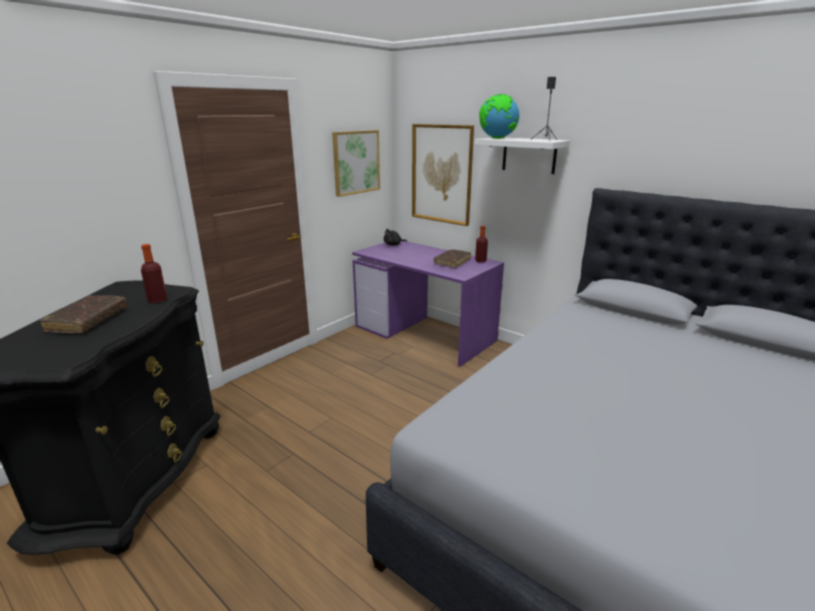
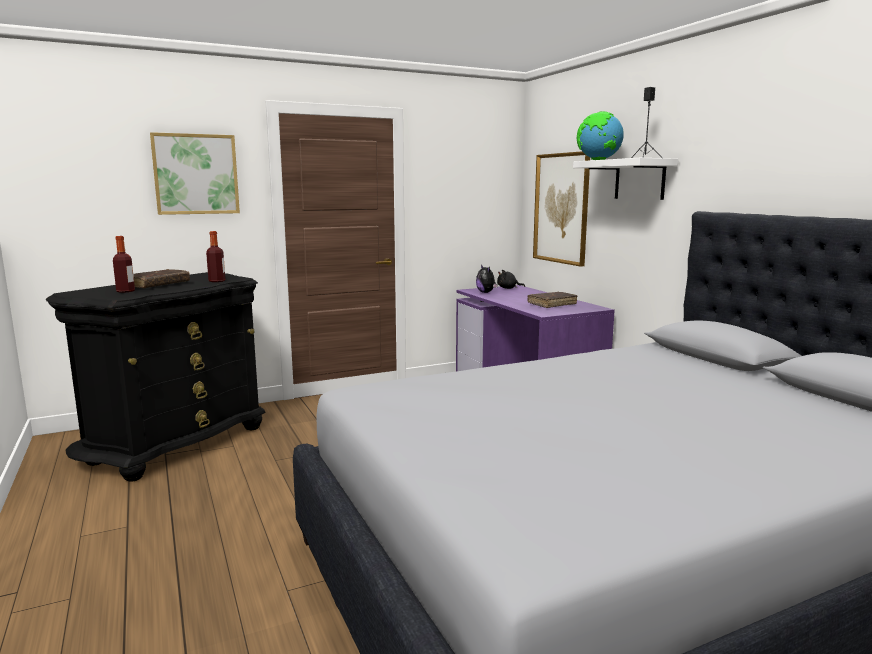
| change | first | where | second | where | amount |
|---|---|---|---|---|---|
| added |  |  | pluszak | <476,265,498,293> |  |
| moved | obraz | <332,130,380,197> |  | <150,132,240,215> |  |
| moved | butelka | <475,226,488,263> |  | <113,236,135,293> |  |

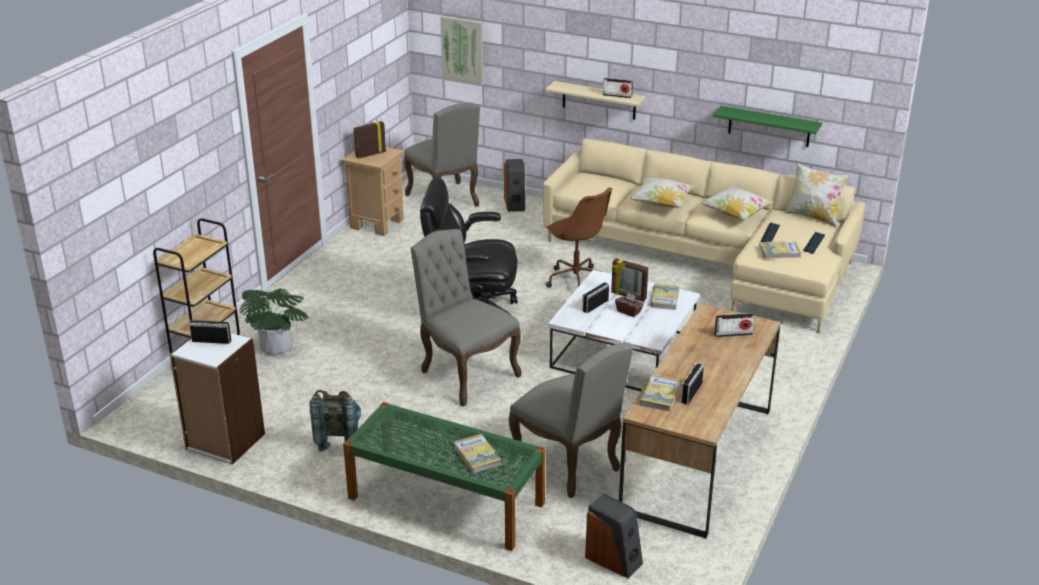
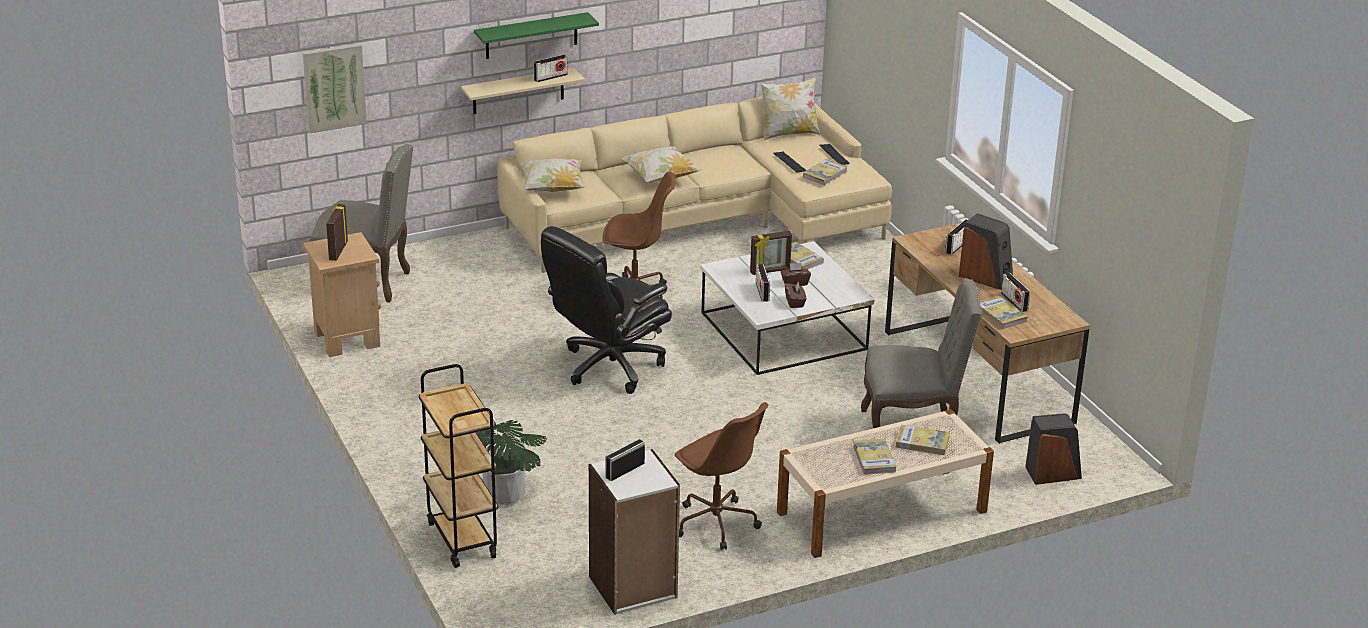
| change | first | where | second | where | amount |
|---|---|---|---|---|---|
| removed | krzesło [szary] | <411,229,522,407> |  |  |  |
| added |  |  | pudełko chusteczek [brązowy] | <785,282,807,308> |  |
| added |  |  | książka | <853,439,896,475> |  |
| moved | głośnik | <504,159,525,212> |  | <959,213,1013,290> |  |
| moved | poduszka | <701,187,774,220> |  | <520,158,586,192> |  |
| moved | półka [zielony] | <713,106,822,147> |  | <474,12,599,59> |  |
| replaced | plecak [szary] | <309,390,361,451> | krzesło biurowe [brązowy] | <675,402,769,550> |  |
| recoloured | ławka [zielony] | <343,402,546,551> | ławka [beżowy] | <777,409,994,558> |  |

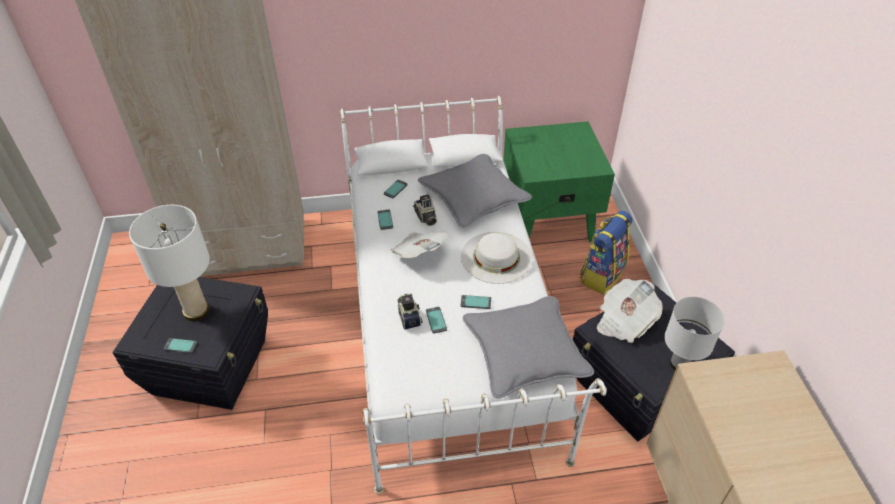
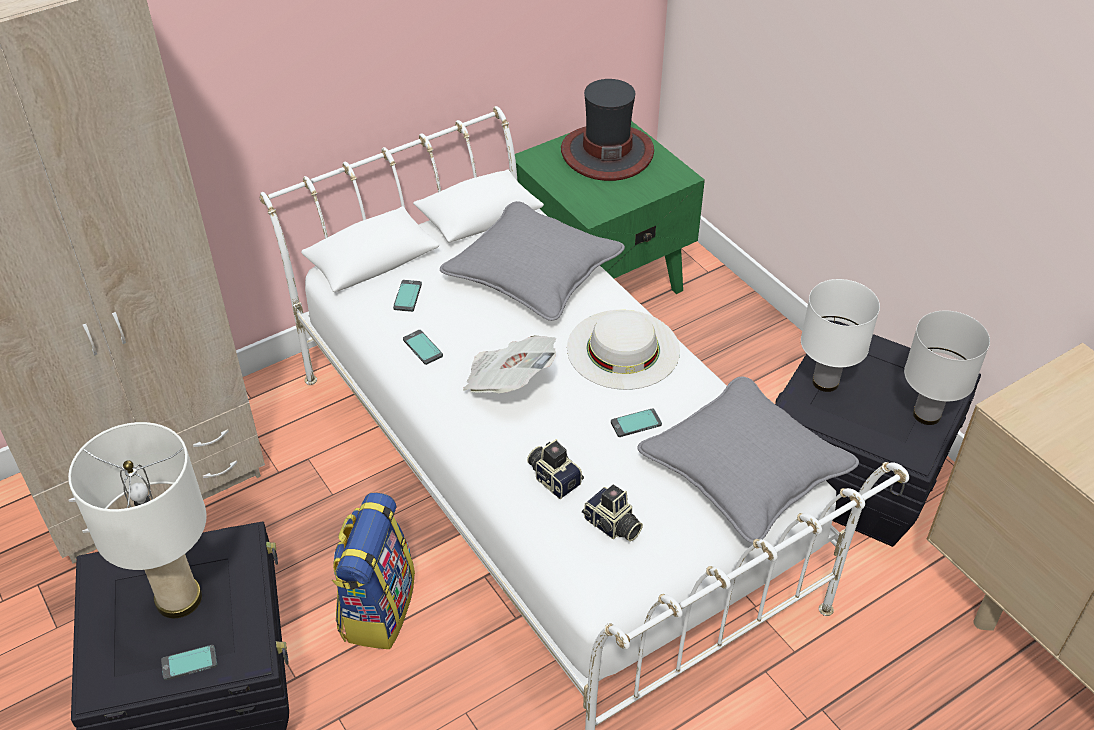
| change | first | where | second | where | amount |
|---|---|---|---|---|---|
| removed | telefon | <426,307,447,334> |  |  |  |
| added |  |  | kapelusz | <561,79,654,181> |  |
| moved | aparat fotograficzny | <413,194,437,226> |  | <582,485,643,542> |  |
| moved | plecak | <580,211,632,295> |  | <332,493,415,649> |  |
| replaced | gazeta | <597,278,663,343> | lampa stołowa [biały] | <801,279,880,392> |  |

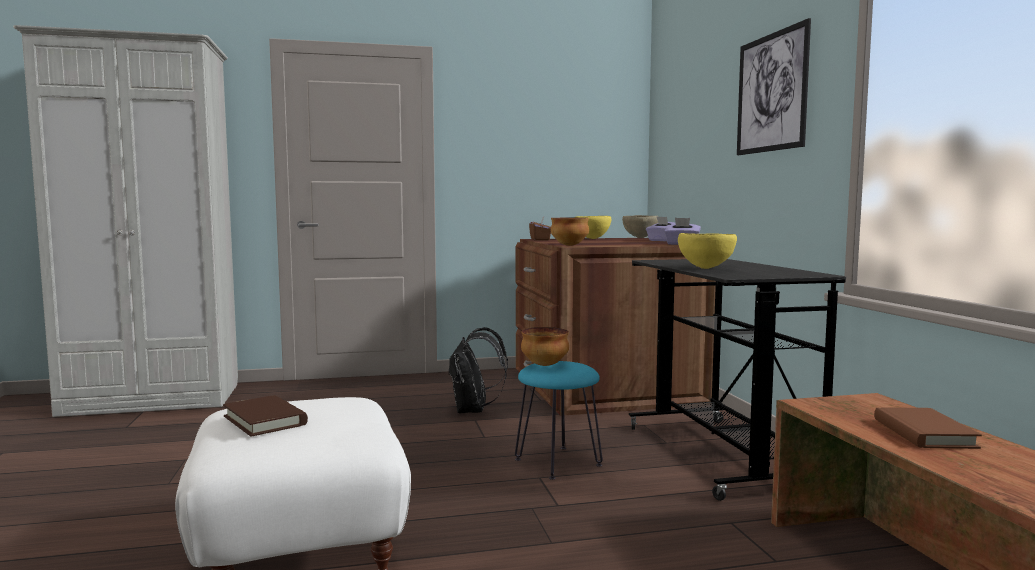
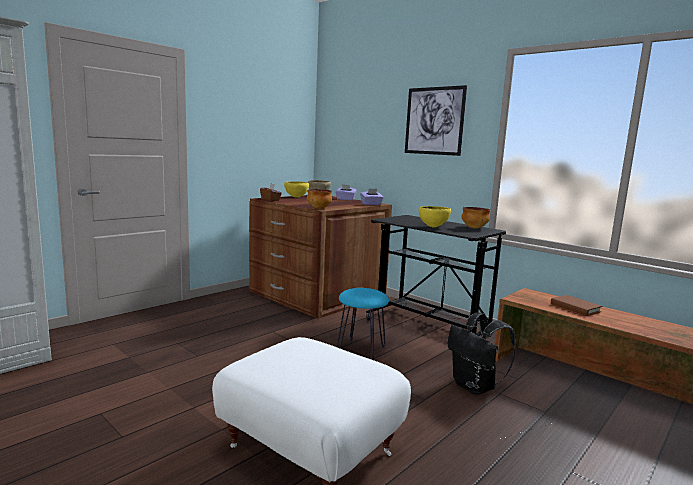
| change | first | where | second | where | amount |
|---|---|---|---|---|---|
| removed | książka [brązowy] | <223,395,308,437> |  |  |  |
| moved | plecak [czarny] | <448,327,508,413> |  | <448,312,516,395> |  |
| moved | miska | <521,327,569,366> |  | <461,207,491,229> |  |

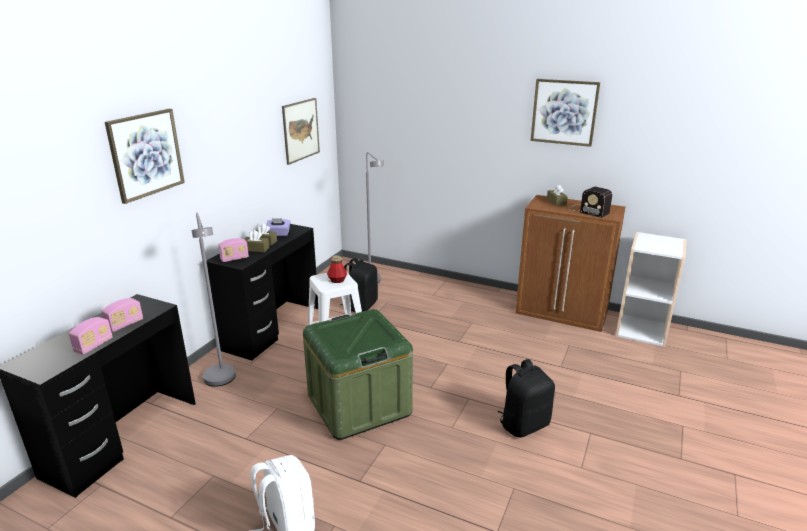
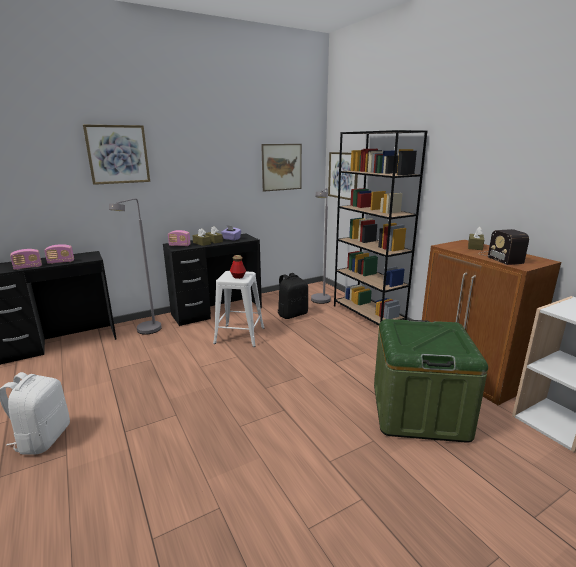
| change | first | where | second | where | amount |
|---|---|---|---|---|---|
| removed | plecak [czarny] | <498,359,555,437> |  |  |  |
| added |  |  | regał [beżowy] | <334,130,427,325> |  |
| moved | pojemnik do przechowywania [zielony] | <303,309,413,440> |  | <374,319,488,443> |  |
| moved | obraz | <531,79,600,147> |  | <328,152,358,200> |  |

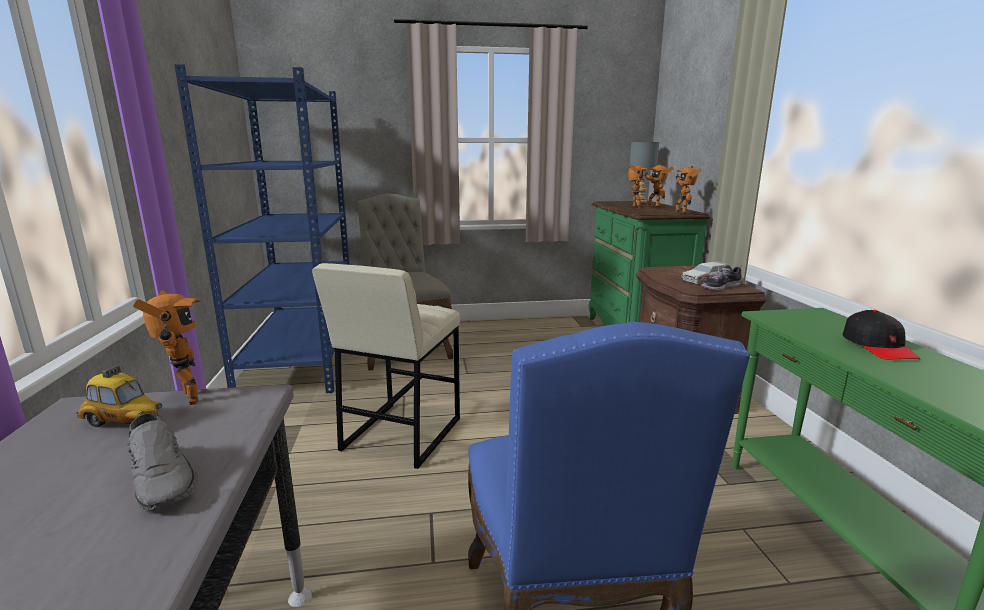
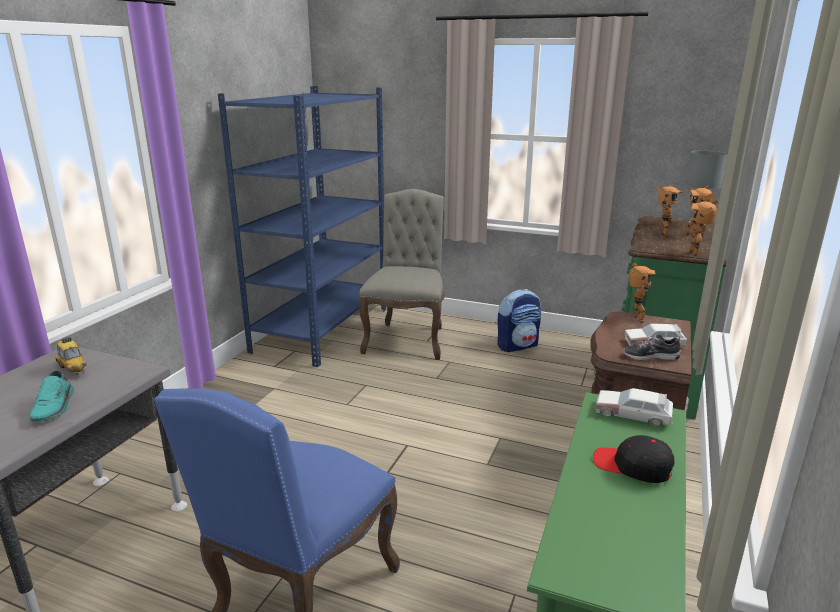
| change | first | where | second | where | amount |
|---|---|---|---|---|---|
| removed | krzesło [beżowy] | <312,263,460,469> |  |  |  |
| added |  |  | plecak | <497,289,541,352> |  |
| added |  |  | samochodzik | <595,388,673,427> |  |
| moved | robot zabawkowy | <133,290,201,405> |  | <629,262,656,323> |  |
| recoloured | but [szary] | <126,413,198,511> | but [turkusowy] | <29,370,74,422> |  |
| turned | czapka z daszkiem [czarny] | <842,310,920,360> |  | <593,435,674,483> | 90 degrees clockwise |

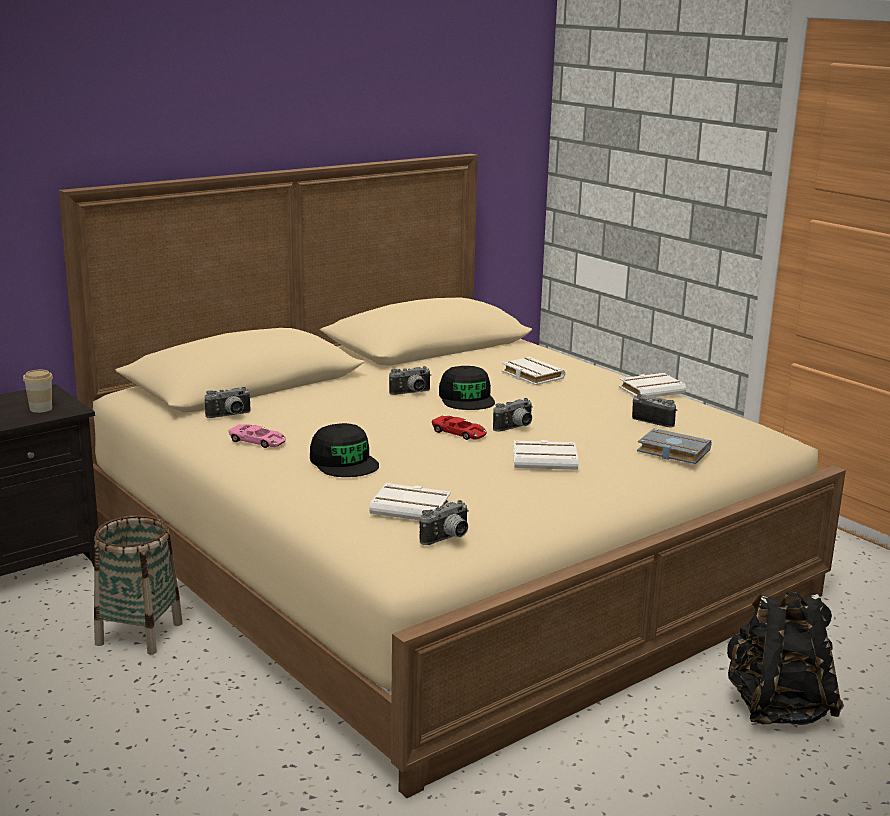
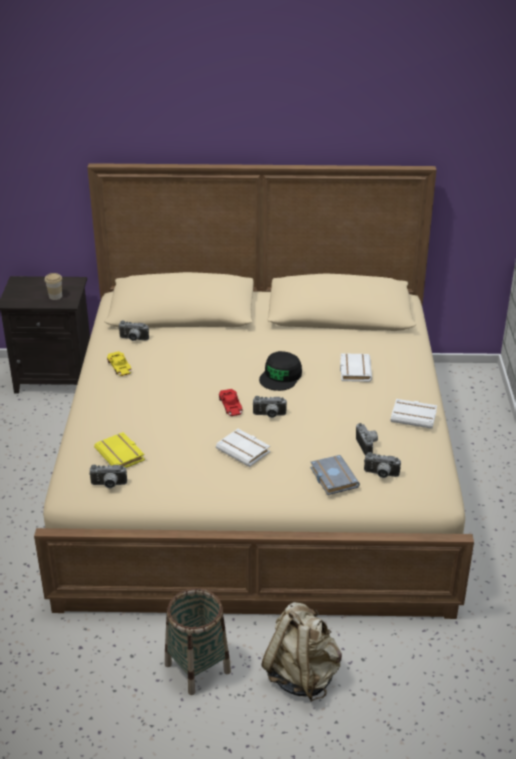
| change | first | where | second | where | amount |
|---|---|---|---|---|---|
| removed | czapka z daszkiem [czarny] | <310,423,379,477> |  |  |  |
| moved | koszyk | <94,515,183,655> |  | <165,588,231,695> |  |
| moved | aparat fotograficzny | <389,366,431,395> |  | <364,452,401,478> |  |
| recoloured | samochodzik [różowy] | <229,424,286,448> | samochodzik [żółty] | <107,351,131,376> |  |
| recoloured | książka [biały] | <369,483,451,521> | książka [żółty] | <94,432,145,468> |  |
| recoloured | plecak [czarny] | <727,591,844,725> | plecak [beżowy] | <261,602,342,701> |  |

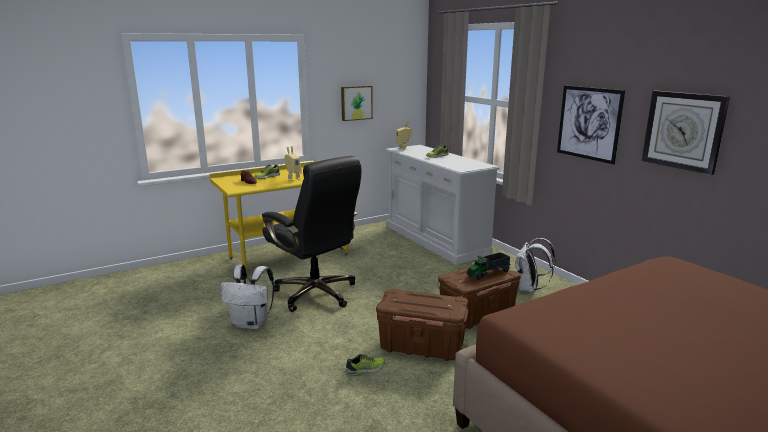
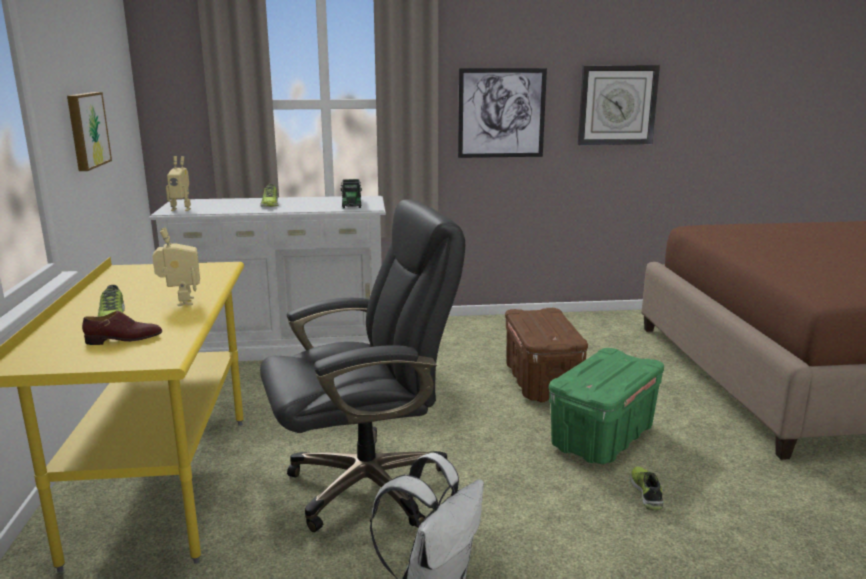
| change | first | where | second | where | amount |
|---|---|---|---|---|---|
| removed | plecak [biały] | <514,238,556,293> |  |  |  |
| moved | ciężarówka zabawkowa | <467,252,511,280> |  | <341,179,362,209> |  |
| recoloured | pojemnik do przechowywania [brązowy] | <376,289,468,361> | pojemnik do przechowywania [zielony] | <549,348,664,464> |  |

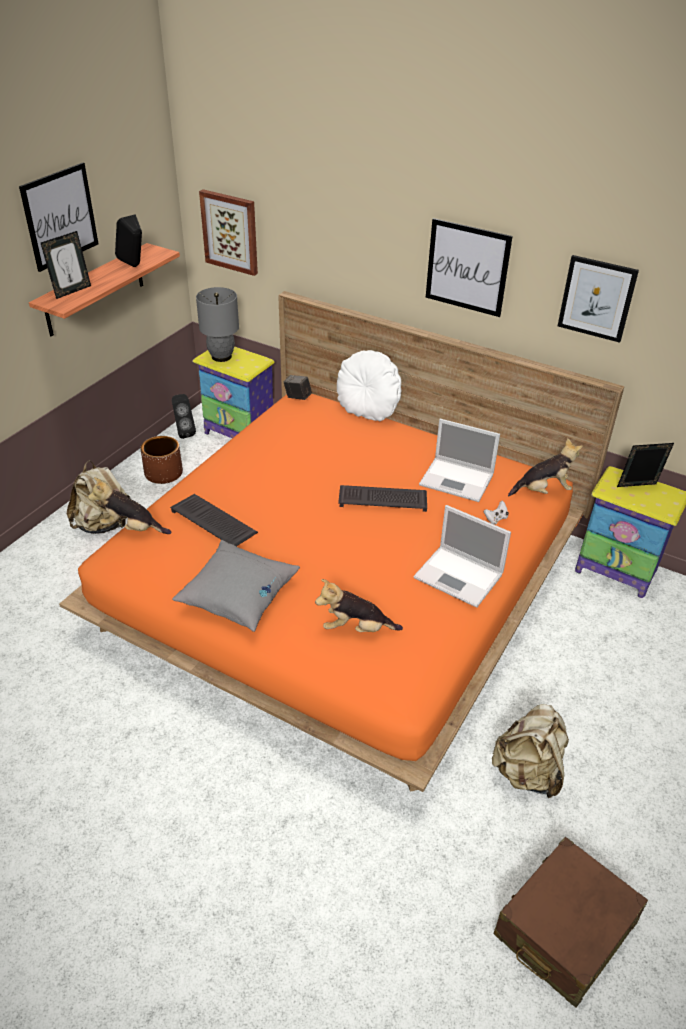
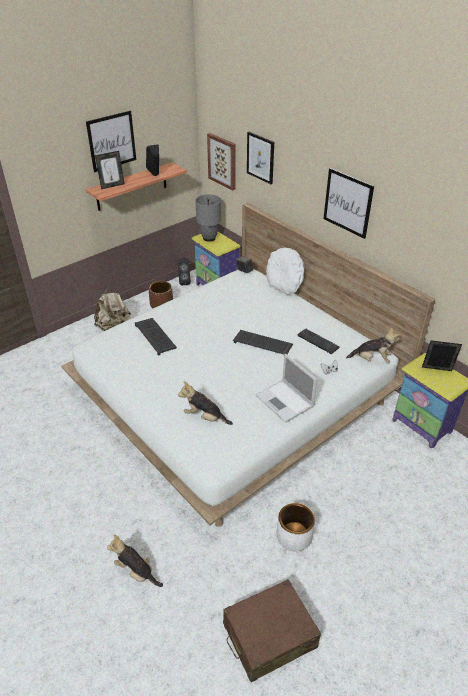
| change | first | where | second | where | amount |
|---|---|---|---|---|---|
| removed | poduszka [szary] | <172,540,300,632> |  |  |  |
| moved | pluszak | <88,477,171,534> |  | <107,535,163,587> |  |
| moved | obraz | <558,255,639,343> |  | <247,132,274,184> |  |
| replaced | laptop | <419,419,500,502> | klawiatura | <297,328,339,354> |  |
| replaced | plecak [beżowy] | <492,704,569,798> | donica [biały] | <277,503,315,552> |  |
| recoloured | łóżko [pomarańczowy] | <59,291,624,792> | łóżko [biały] | <61,203,435,527> |  |

